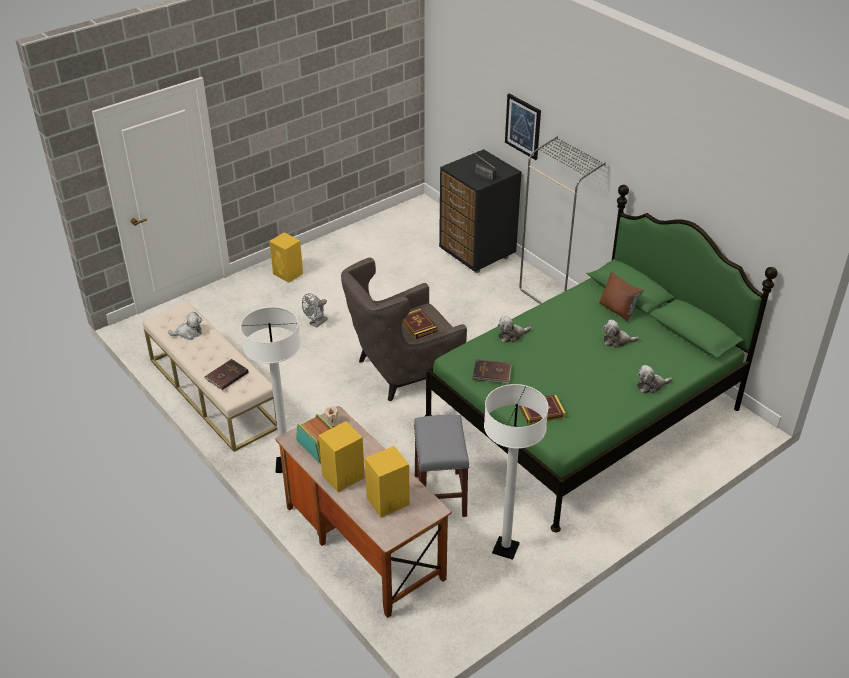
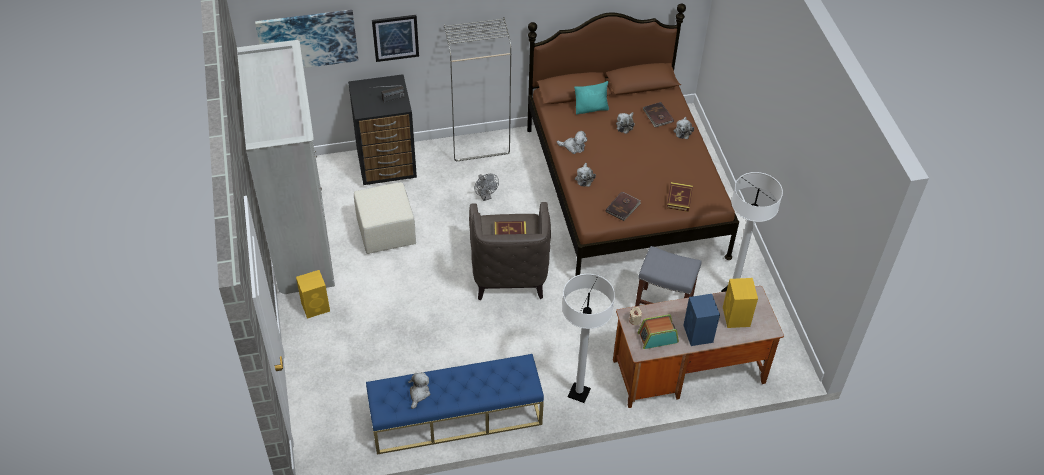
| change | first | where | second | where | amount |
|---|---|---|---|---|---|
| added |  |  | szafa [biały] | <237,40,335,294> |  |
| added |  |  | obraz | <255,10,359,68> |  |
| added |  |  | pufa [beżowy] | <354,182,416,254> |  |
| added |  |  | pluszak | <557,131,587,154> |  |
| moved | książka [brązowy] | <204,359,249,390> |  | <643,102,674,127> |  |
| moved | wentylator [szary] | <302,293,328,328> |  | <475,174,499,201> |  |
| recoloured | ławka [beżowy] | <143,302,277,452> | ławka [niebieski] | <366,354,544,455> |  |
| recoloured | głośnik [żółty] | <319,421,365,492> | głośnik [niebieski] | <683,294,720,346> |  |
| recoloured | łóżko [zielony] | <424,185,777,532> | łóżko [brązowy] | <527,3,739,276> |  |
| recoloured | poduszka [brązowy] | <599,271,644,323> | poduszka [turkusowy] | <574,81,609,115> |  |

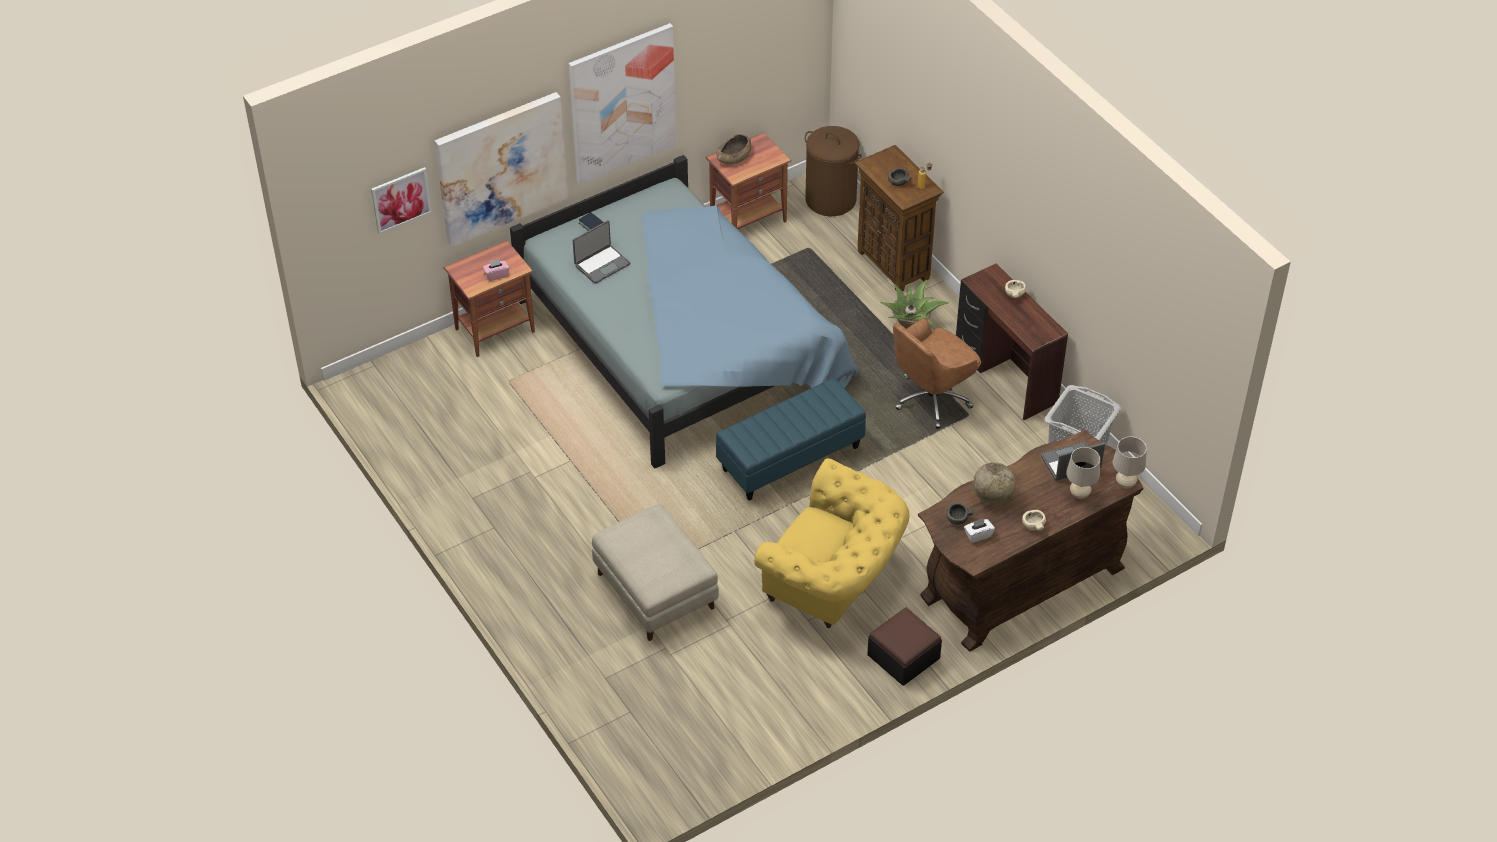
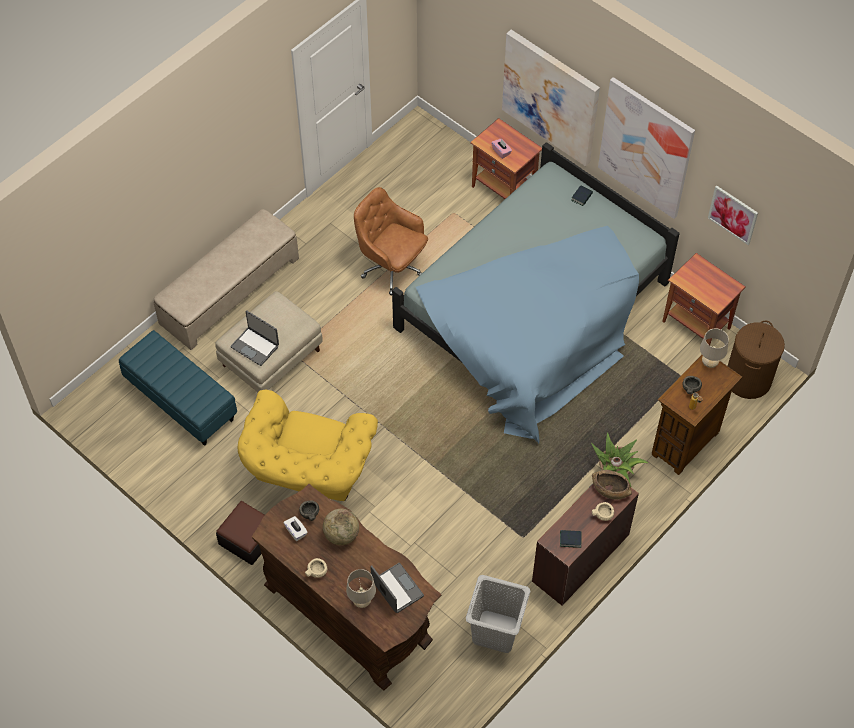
| change | first | where | second | where | amount |
|---|---|---|---|---|---|
| added |  |  | ławka [beżowy] | <153,209,299,350> |  |
| added |  |  | książka | <560,530,582,548> |  |
| moved | obraz | <371,167,432,234> |  | <708,186,758,245> |  |
| moved | laptop | <573,220,631,284> |  | <230,310,279,366> |  |
| moved | miska [brązowy] | <716,134,752,164> |  | <592,470,632,500> |  |
| moved | pufa [niebieski] | <716,378,866,500> |  | <119,330,237,446> |  |
| moved | krzesło biurowe [brązowy] | <893,318,981,429> |  | <354,187,428,295> |  |
| moved | lampa stołowa [beżowy] | <1113,437,1147,489> |  | <700,328,729,368> |  |

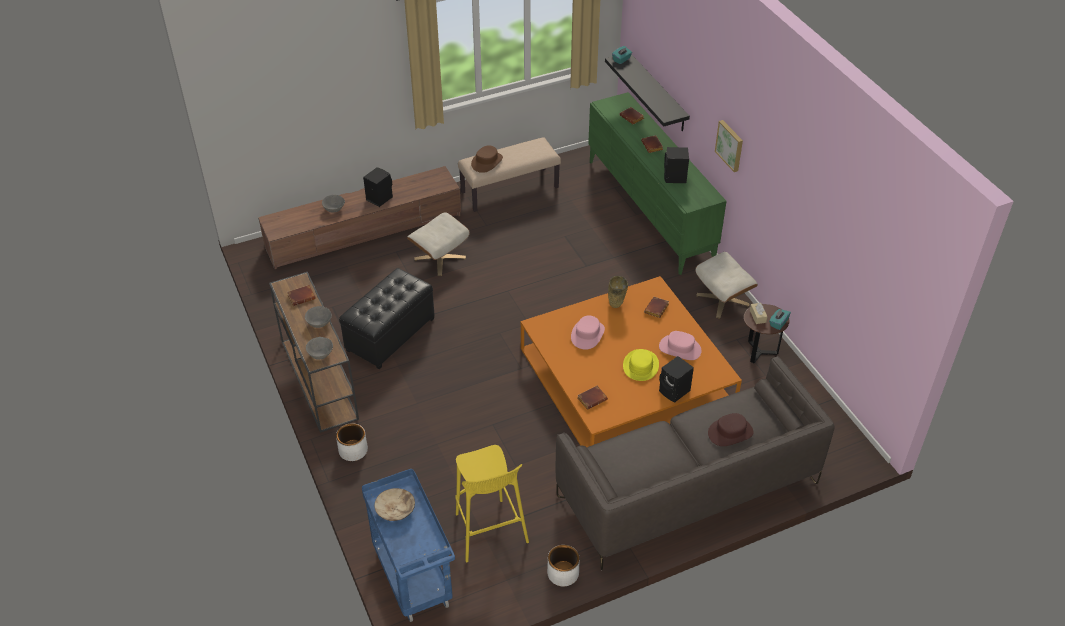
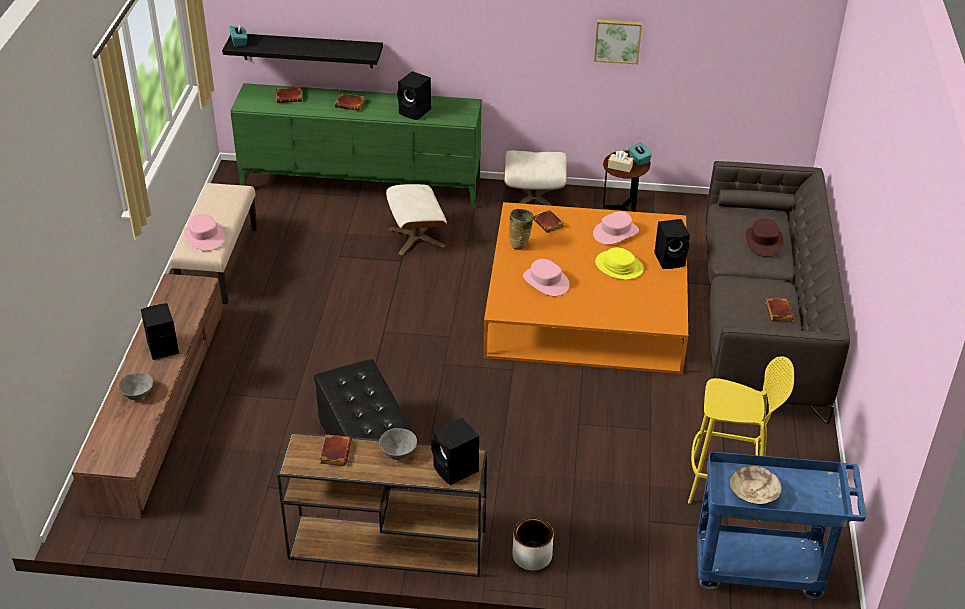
| change | first | where | second | where | amount |
|---|---|---|---|---|---|
| removed | donica [biały] | <547,545,580,586> |  |  |  |
| moved | pufa [beżowy] | <407,212,470,276> |  | <386,184,447,256> |  |
| moved | książka [brązowy] | <577,386,608,410> |  | <765,298,794,321> |  |
| moved | obraz | <715,120,743,172> |  | <594,20,642,64> |  |
| replaced | miska [szary] | <306,337,333,360> | głośnik [czarny] | <431,418,479,485> |  |
| recoloured | kapelusz [brązowy] | <471,145,503,173> | kapelusz [różowy] | <184,214,225,251> |  |

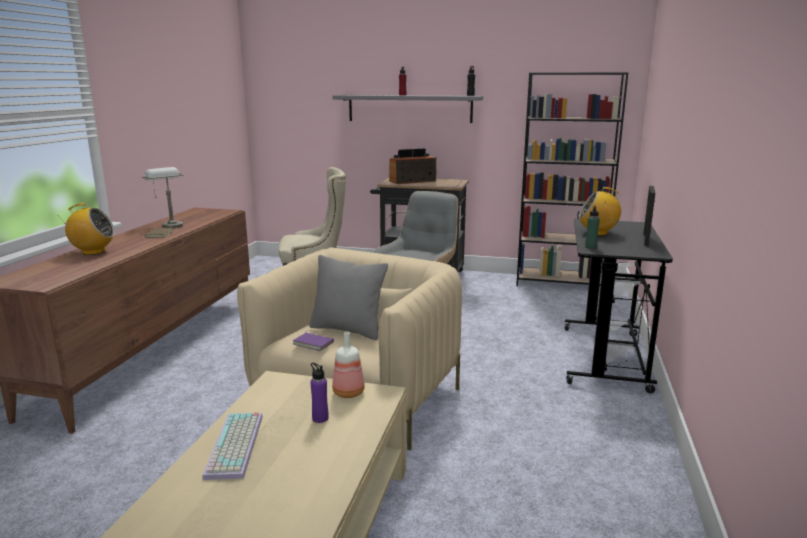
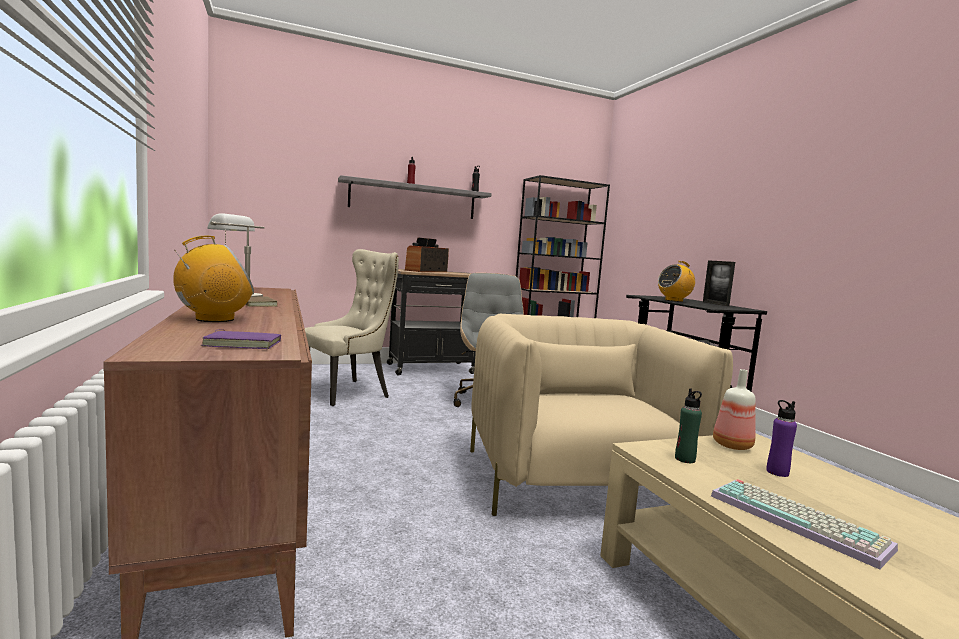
| change | first | where | second | where | amount |
|---|---|---|---|---|---|
| removed | poduszka [szary] | <309,255,388,340> |  |  |  |
| moved | książka [fioletowy] | <293,330,334,351> |  | <201,329,281,349> |  |
| moved | butelka [zielony] | <585,205,600,249> |  | <675,388,702,463> |  |

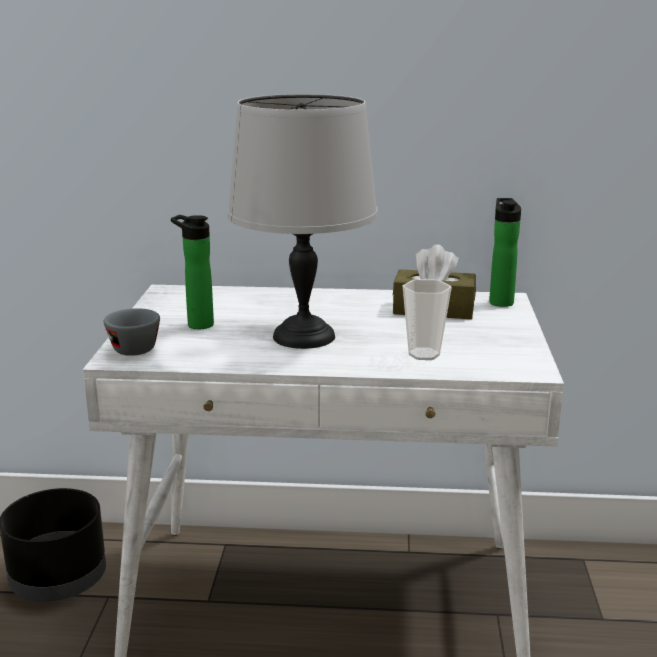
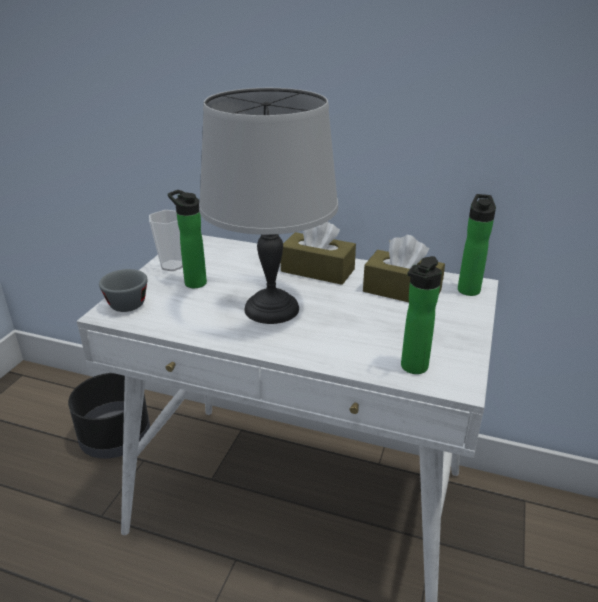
| change | first | where | second | where | amount |
|---|---|---|---|---|---|
| added |  |  | pudełko chusteczek [brązowy] | <281,221,356,285> |  |
| added |  |  | butelka | <401,256,442,374> |  |
| moved | filiżanka | <403,279,452,360> |  | <149,210,183,271> |  |

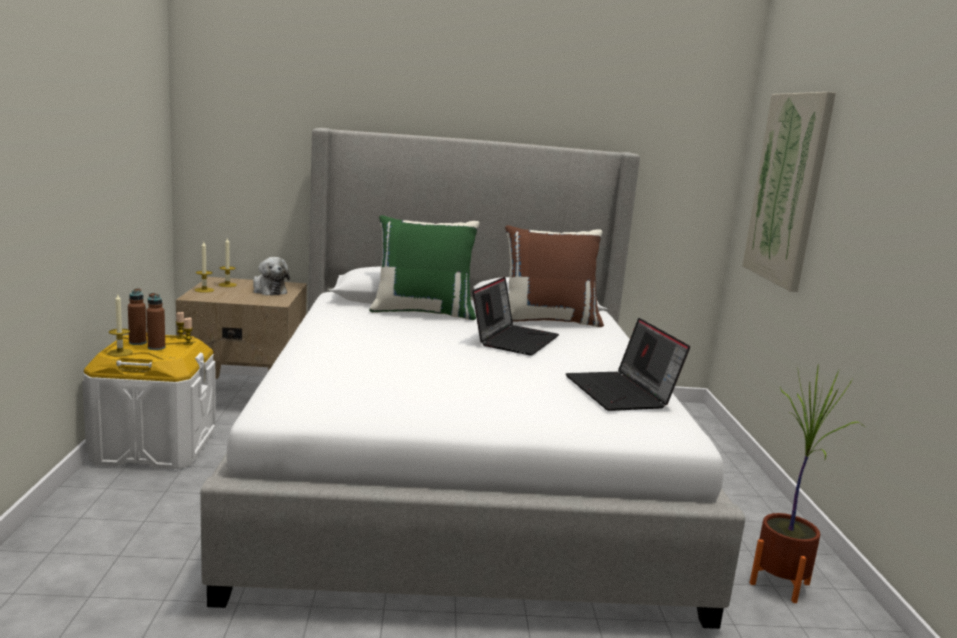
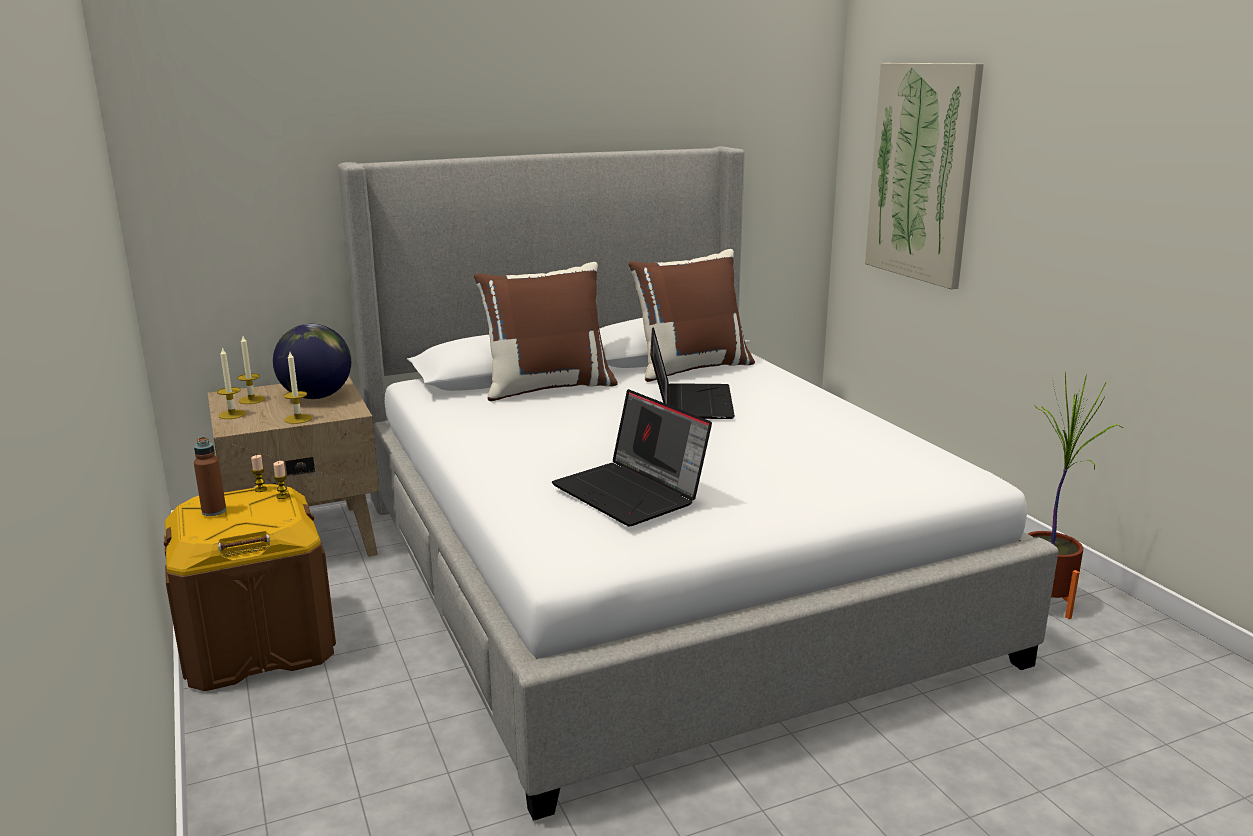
| change | first | where | second | where | amount |
|---|---|---|---|---|---|
| removed | butelka [brązowy] | <147,293,165,350> |  |  |  |
| moved | świeca | <108,294,133,356> |  | <284,352,312,424> |  |
| moved | laptop | <566,318,690,411> |  | <552,389,712,526> |  |
| replaced | pluszak | <253,257,290,296> | globus | <273,324,351,399> |  |
| recoloured | pojemnik do przechowywania [biały] | <82,333,216,469> | pojemnik do przechowywania [brązowy] | <164,484,336,691> |  |
| recoloured | poduszka [zielony] | <369,215,479,320> | poduszka [brązowy] | <474,262,618,402> |  |

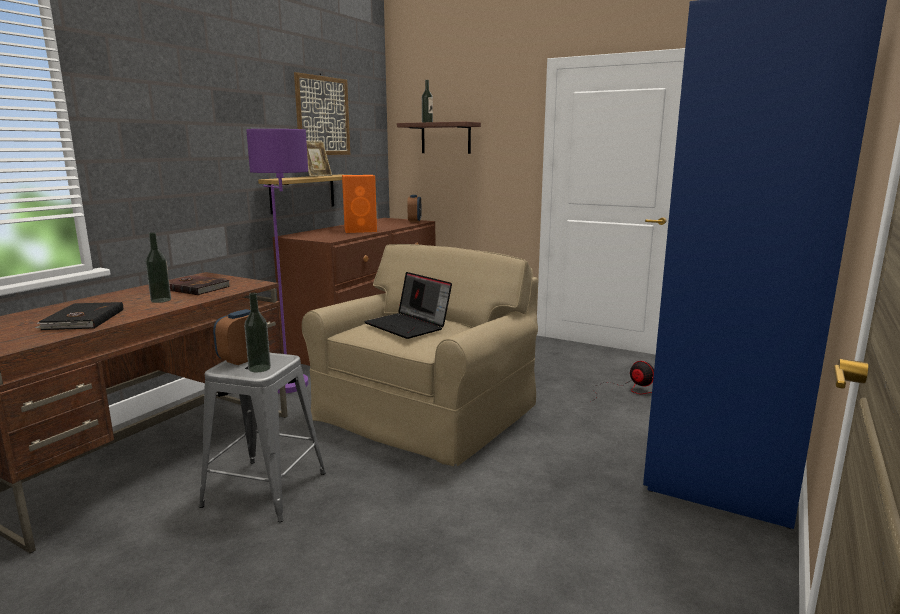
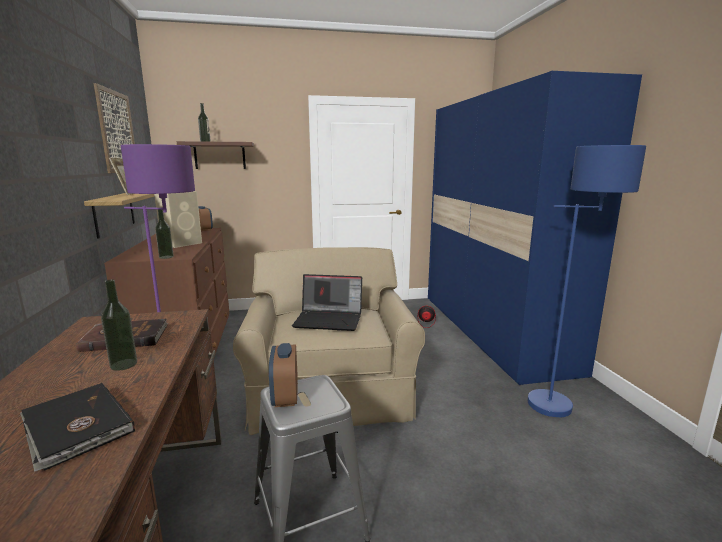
| change | first | where | second | where | amount |
|---|---|---|---|---|---|
| added |  |  | lampa stojąca [niebieski] | <528,145,646,418> |  |
| moved | butelka | <244,292,271,372> |  | <155,210,174,259> |  |
| recoloured | głośnik [pomarańczowy] | <342,175,377,233> | głośnik [beżowy] | <154,191,202,248> |  |

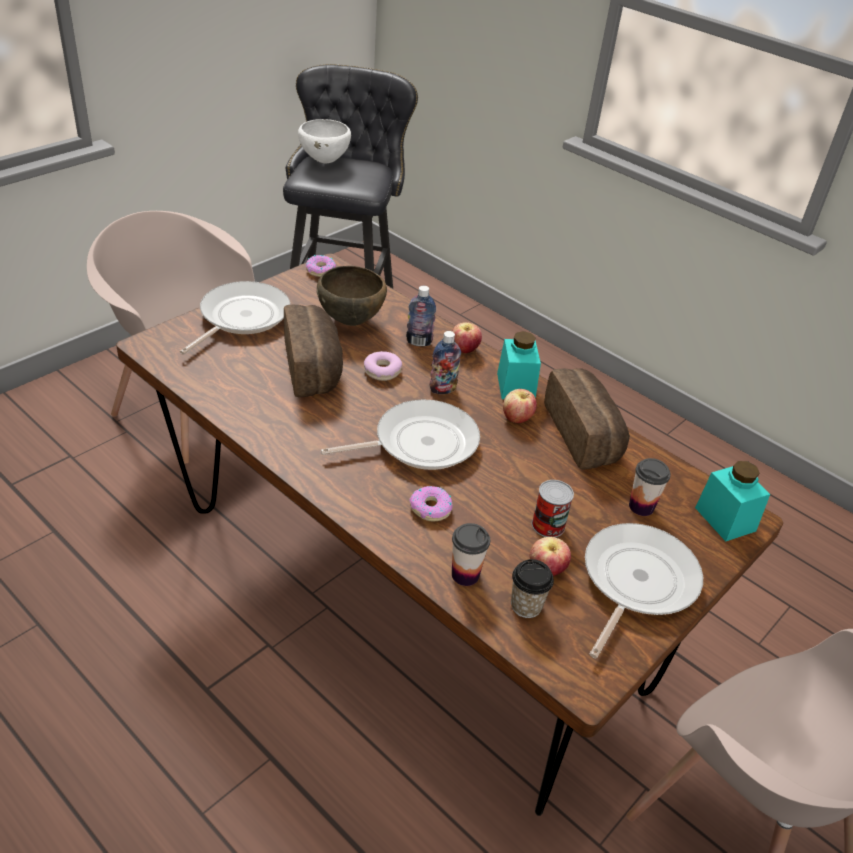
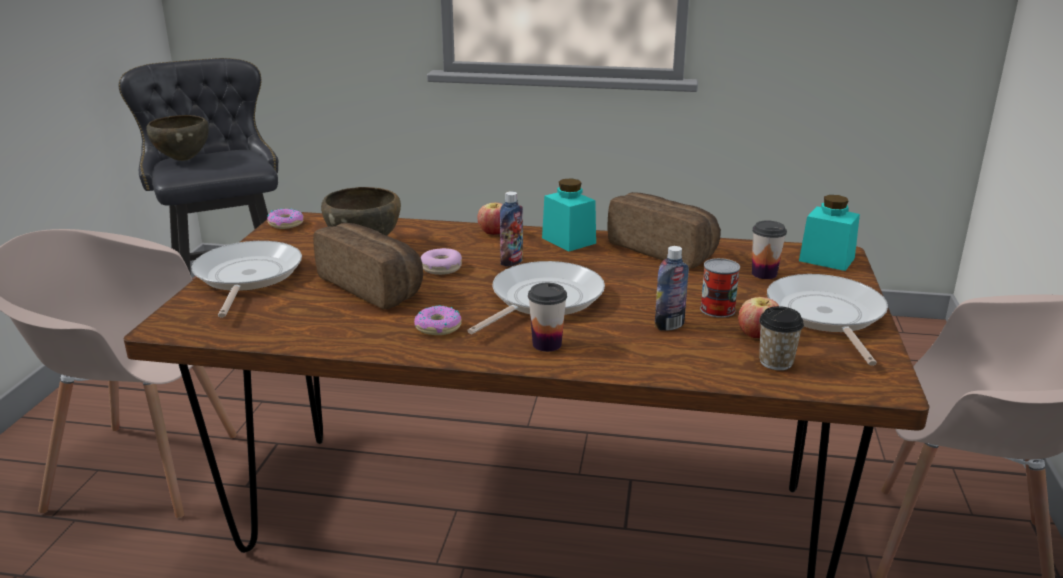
| change | first | where | second | where | amount |
|---|---|---|---|---|---|
| removed | jabłko | <503,389,537,423> |  |  |  |
| moved | butelka | <406,286,436,346> |  | <655,246,689,331> |  |
| moved | donut | <409,486,453,521> |  | <414,305,462,335> |  |
| moved | filiżanka | <452,523,490,586> |  | <528,283,567,352> |  |
| recoloured | miska [biały] | <298,119,351,163> | miska [brązowy] | <146,115,209,161> |  |

